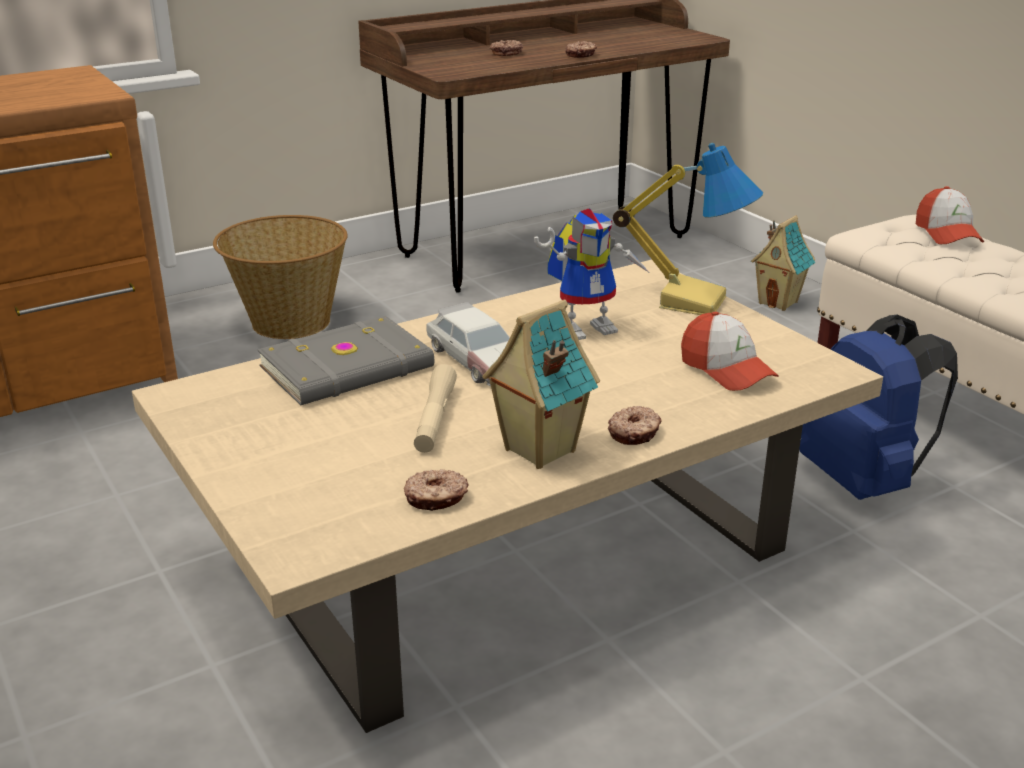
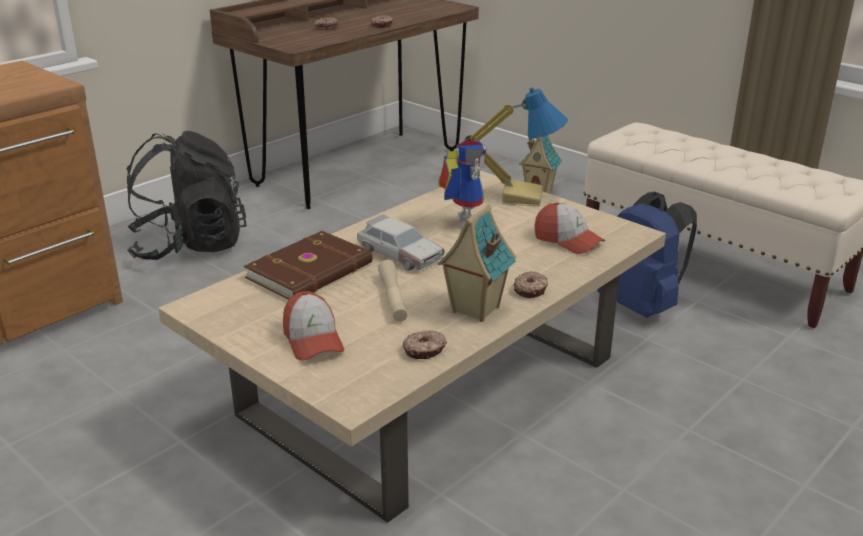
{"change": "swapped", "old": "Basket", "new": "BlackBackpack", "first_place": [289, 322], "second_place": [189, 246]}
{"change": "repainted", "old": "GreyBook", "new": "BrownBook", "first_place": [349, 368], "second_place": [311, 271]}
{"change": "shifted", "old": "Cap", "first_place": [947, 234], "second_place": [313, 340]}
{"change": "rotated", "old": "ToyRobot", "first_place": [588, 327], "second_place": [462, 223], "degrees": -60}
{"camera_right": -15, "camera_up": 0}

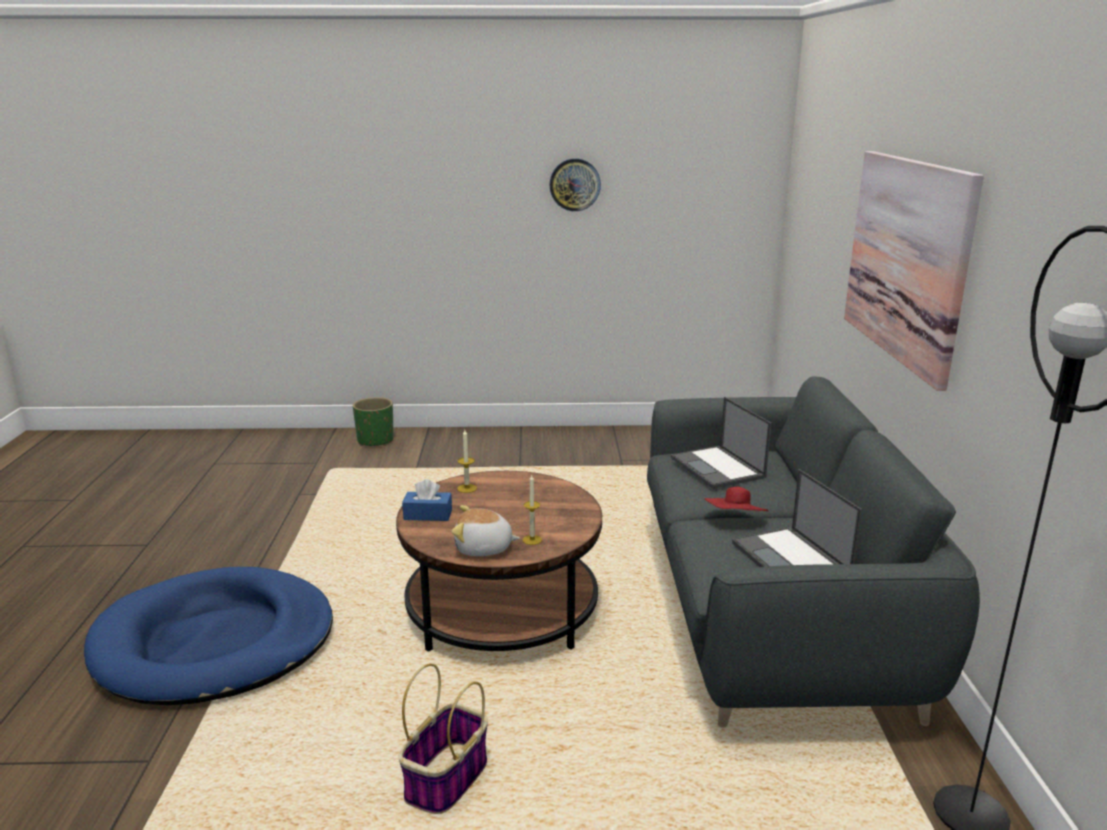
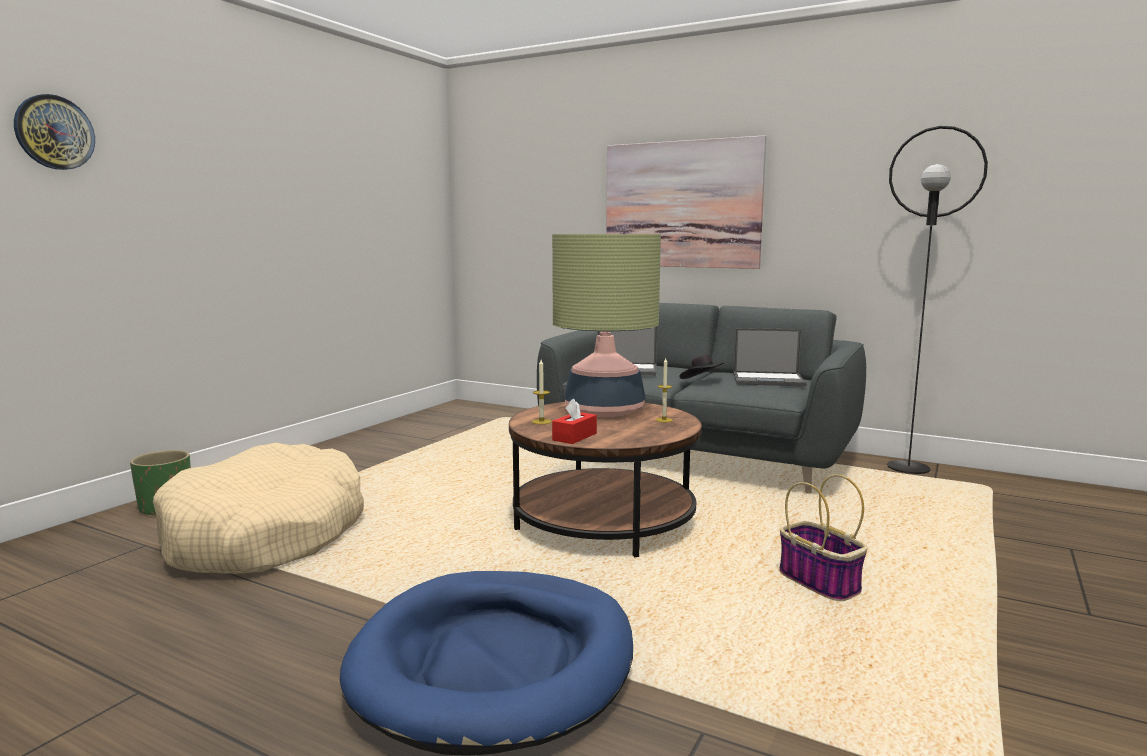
{"change": "shifted", "old": "WallClock", "first_place": [575, 184], "second_place": [54, 132]}
{"change": "new", "new": "BeigeDogBed", "second_place": [265, 534]}
{"change": "new", "new": "TableLamp", "second_place": [605, 410]}
{"change": "repainted", "old": "BlueTissueBox", "new": "RedTissueBox", "first_place": [428, 515], "second_place": [574, 437]}
{"change": "repainted", "old": "RedHat", "new": "BlackHat", "first_place": [735, 521], "second_place": [701, 382]}
{"change": "gone", "old": "PlushToy", "first_place": [483, 548]}
{"camera_right": -60, "camera_up": -10}

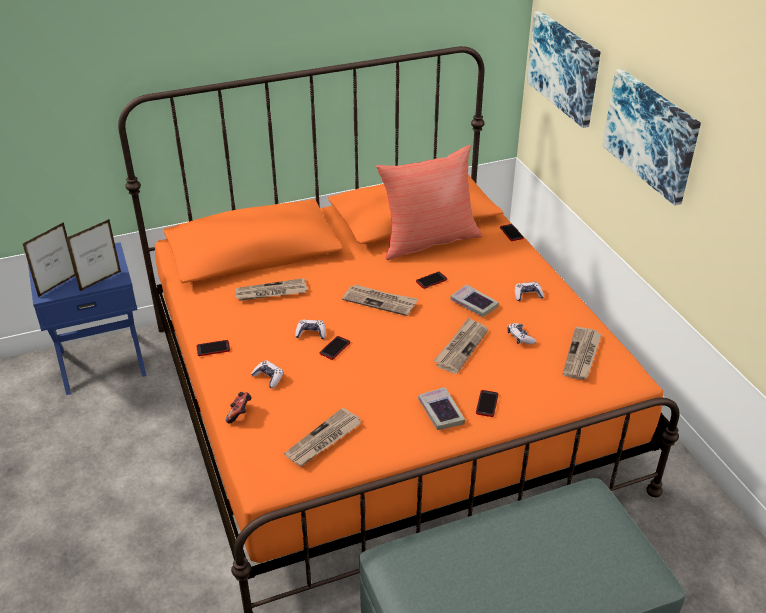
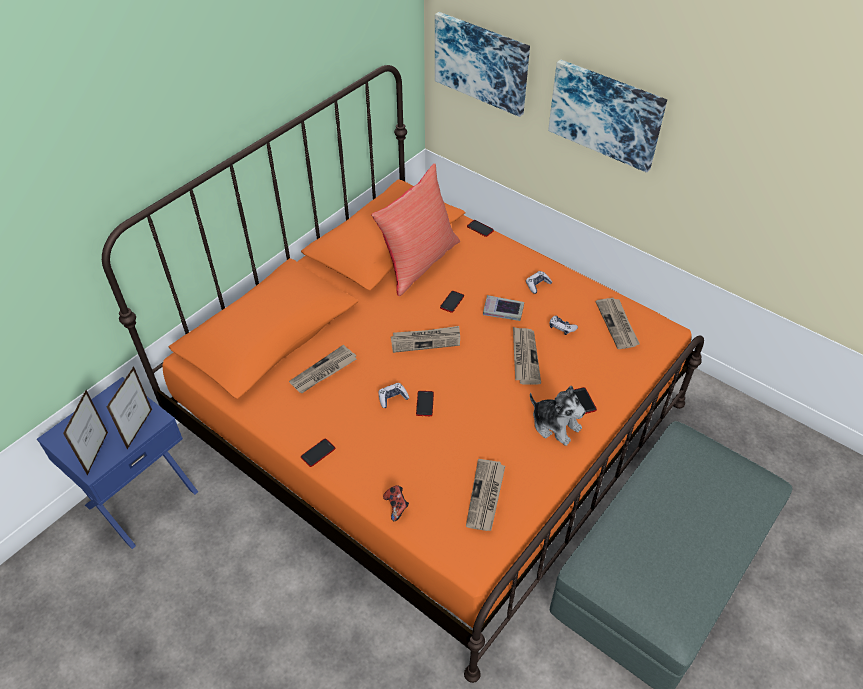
{"change": "swapped", "old": "Book", "new": "PlushToy", "first_place": [440, 412], "second_place": [555, 425]}
{"change": "gone", "old": "GameController", "first_place": [268, 377]}
{"camera_right": -30, "camera_up": 10}

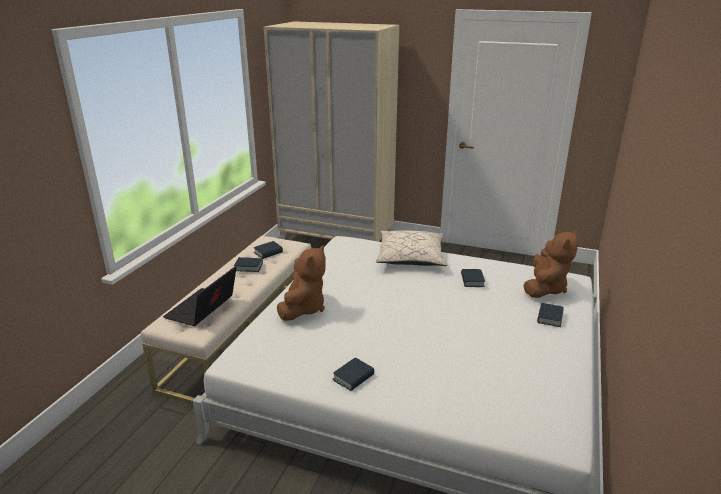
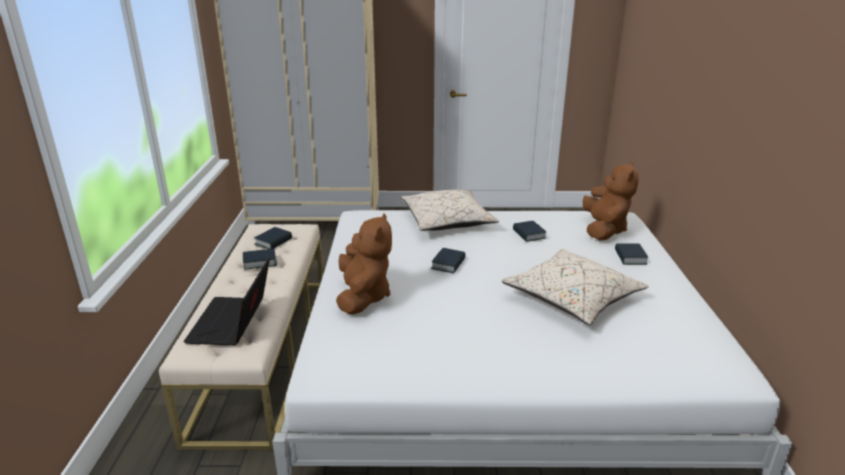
{"change": "shifted", "old": "Book", "first_place": [353, 377], "second_place": [448, 264]}
{"change": "new", "new": "BeigePillow", "second_place": [572, 298]}
{"camera_right": -20, "camera_up": 0}

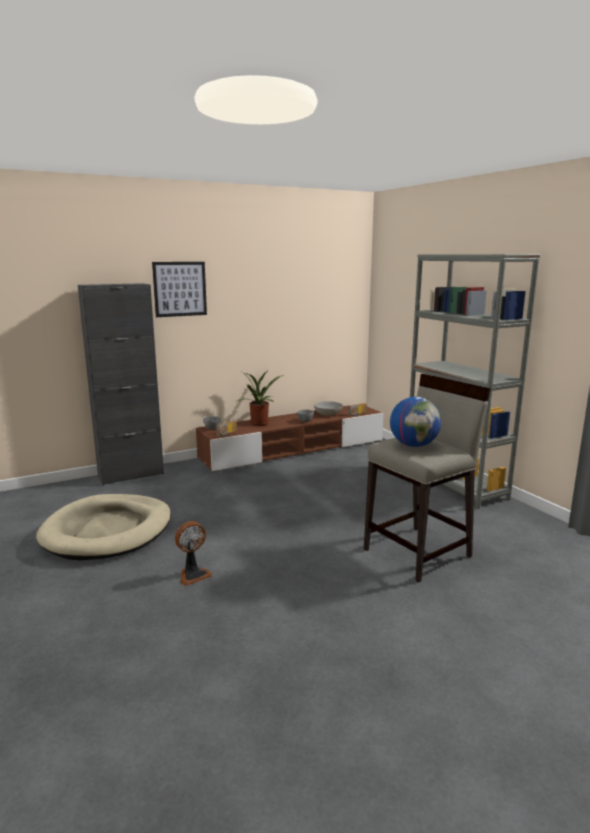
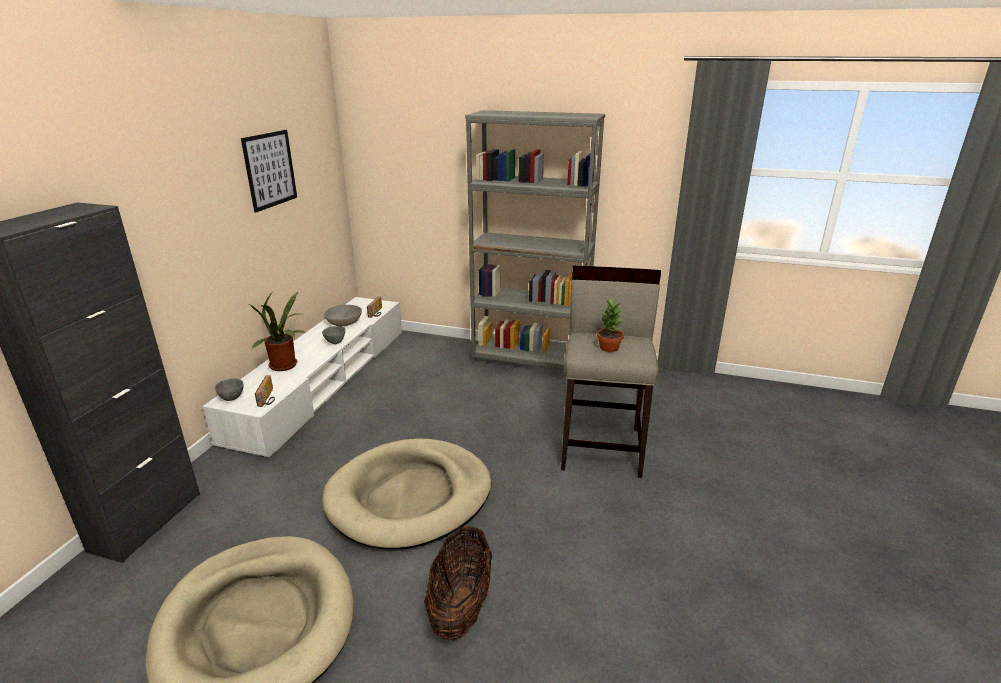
{"change": "repainted", "old": "BrownTvStand", "new": "WhiteTvStand", "first_place": [294, 449], "second_place": [323, 381]}
{"change": "shifted", "old": "Picture", "first_place": [180, 289], "second_place": [270, 170]}
{"change": "new", "new": "BeigeDogBed", "second_place": [410, 497]}
{"change": "swapped", "old": "Fan", "new": "Basket", "first_place": [193, 575], "second_place": [461, 606]}
{"change": "swapped", "old": "Globe", "new": "PottedPlant", "first_place": [413, 445], "second_place": [608, 347]}
{"camera_right": -45, "camera_up": 10}

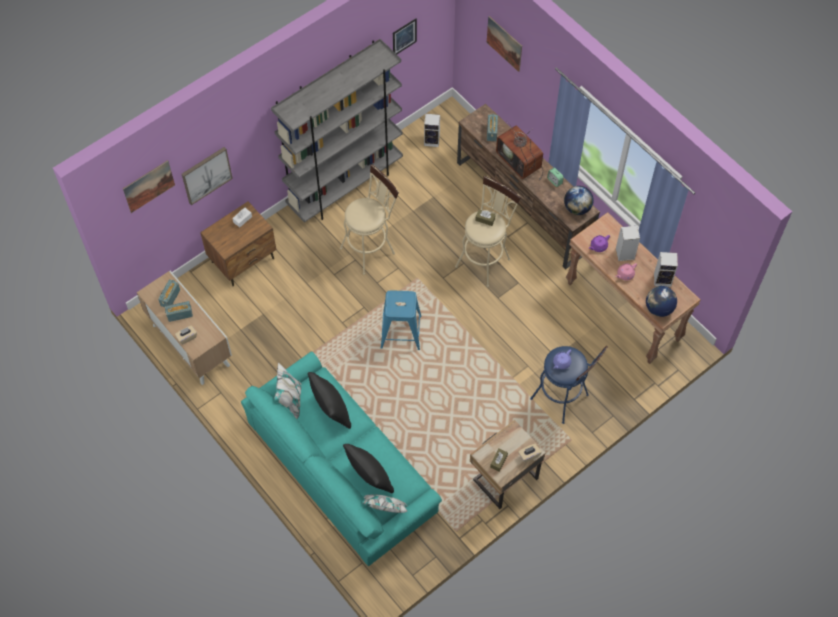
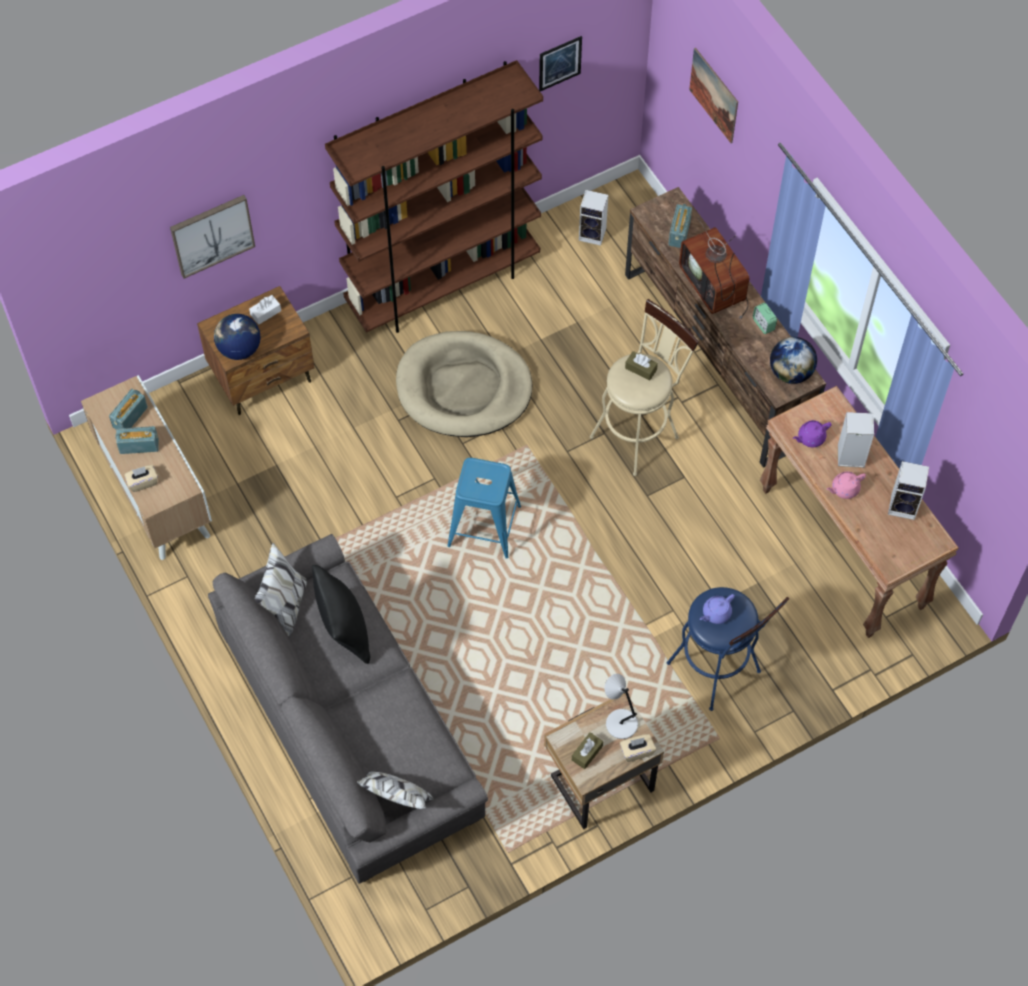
{"change": "repainted", "old": "TurquoiseSofa", "new": "GreySofa", "first_place": [341, 468], "second_place": [349, 723]}
{"change": "shifted", "old": "Globe", "first_place": [658, 308], "second_place": [239, 349]}
{"change": "repainted", "old": "GreyBookcase", "new": "BrownBookcase", "first_place": [345, 186], "second_place": [443, 285]}
{"change": "swapped", "old": "BeigeStool", "new": "BeigeDogBed", "first_place": [371, 248], "second_place": [463, 388]}
{"change": "new", "new": "GreyTableLamp", "second_place": [620, 723]}
{"change": "gone", "old": "Picture", "first_place": [149, 186]}
{"change": "gone", "old": "BlackPillow", "first_place": [369, 478]}
{"camera_right": 10, "camera_up": 0}

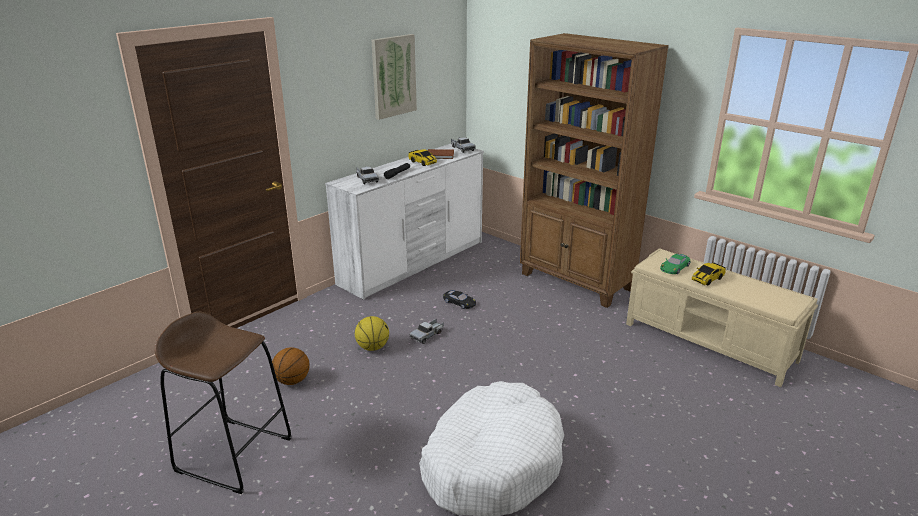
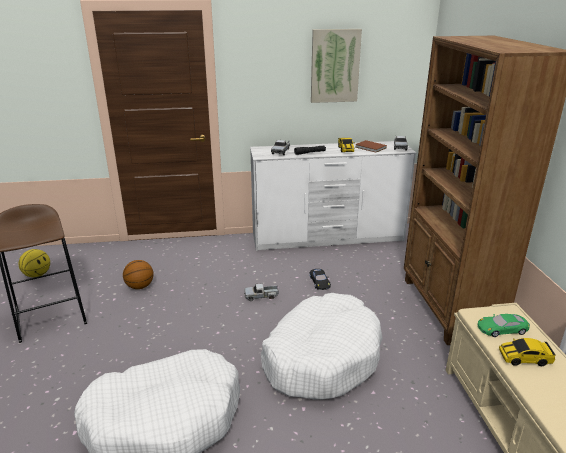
{"change": "shifted", "old": "Basketball", "first_place": [373, 347], "second_place": [38, 275]}
{"change": "new", "new": "WhiteDogBed", "second_place": [321, 357]}
{"camera_right": 40, "camera_up": 0}

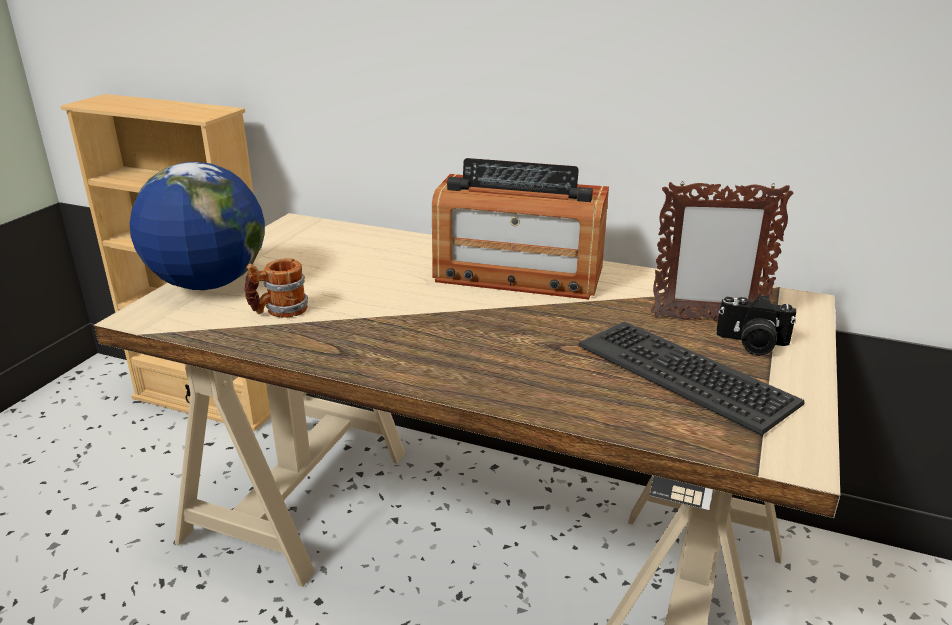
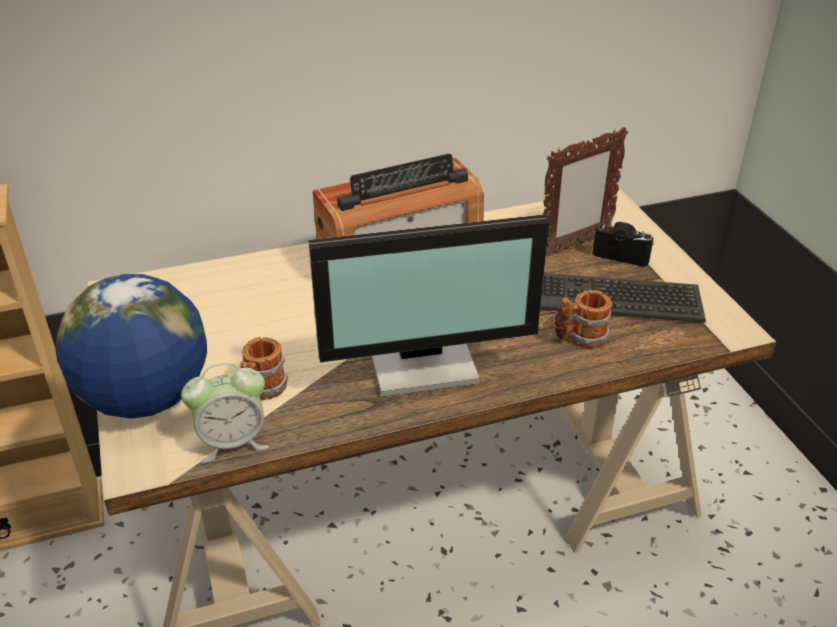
{"change": "new", "new": "AlarmClock", "second_place": [232, 442]}
{"change": "new", "new": "Monitor", "second_place": [423, 361]}
{"change": "new", "new": "Mug", "second_place": [579, 338]}
{"change": "rotated", "old": "PhotoCamera", "first_place": [752, 344], "second_place": [622, 253], "degrees": -135}
{"camera_right": -40, "camera_up": 10}

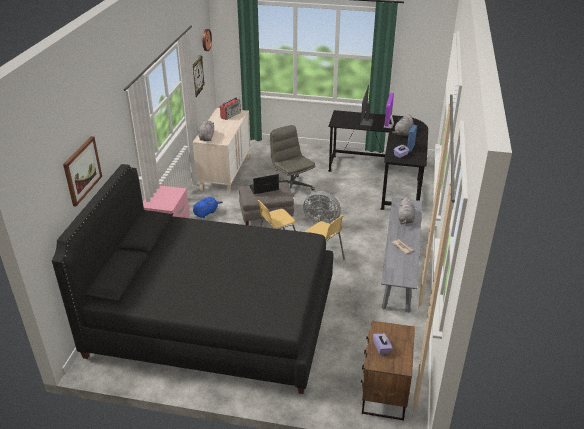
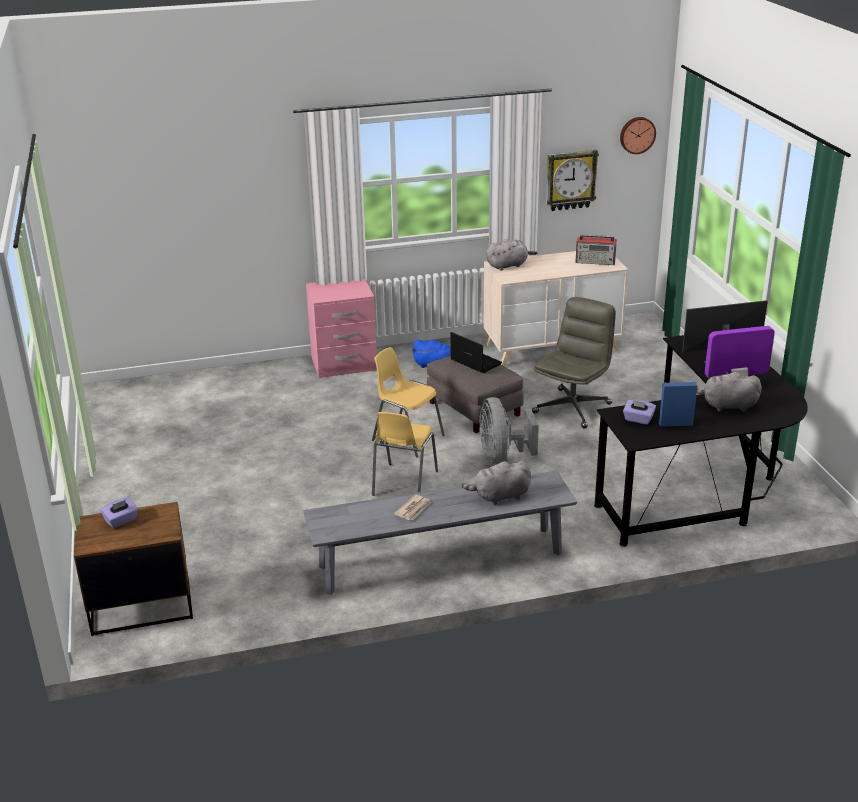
{"change": "gone", "old": "BlackBed", "first_place": [214, 318]}
{"change": "gone", "old": "Picture", "first_place": [82, 170]}
{"camera_right": 65, "camera_up": -5}

